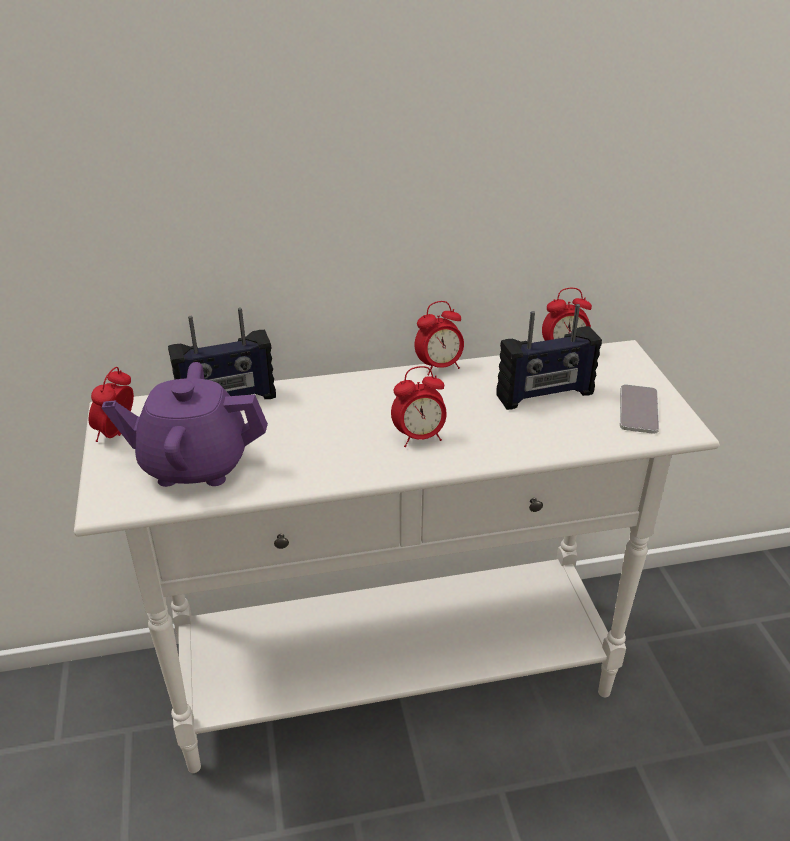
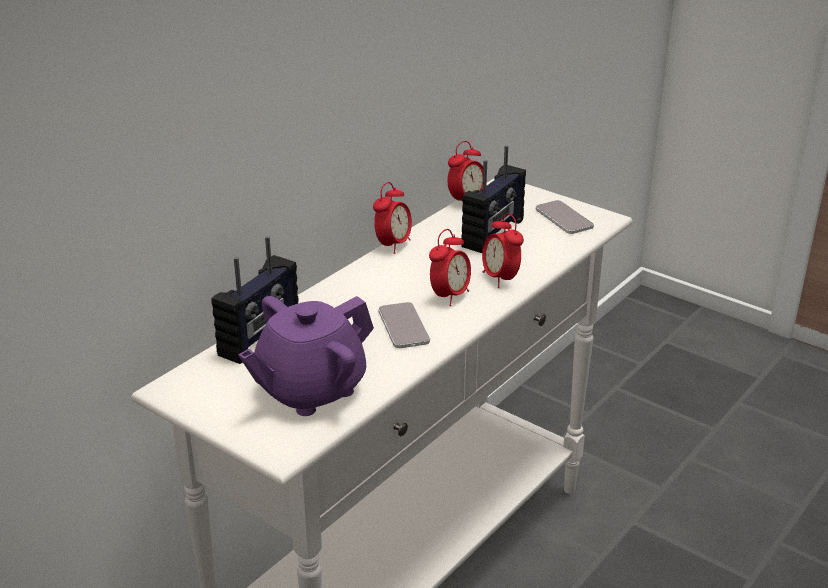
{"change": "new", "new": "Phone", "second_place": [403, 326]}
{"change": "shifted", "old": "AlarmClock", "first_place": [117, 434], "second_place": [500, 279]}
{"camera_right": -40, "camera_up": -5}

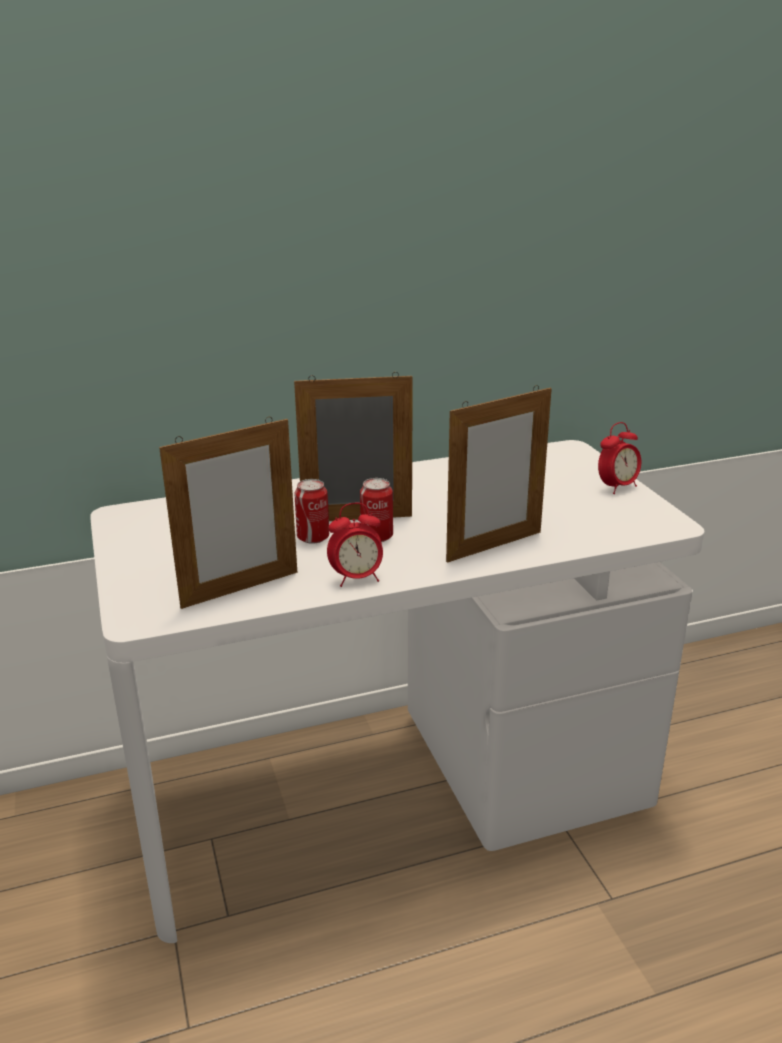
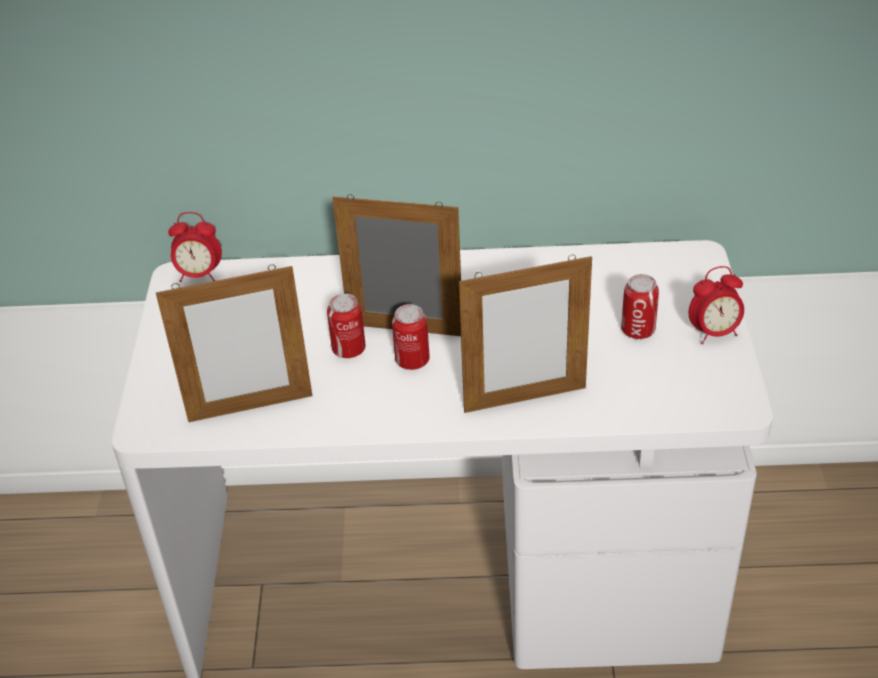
{"change": "shifted", "old": "AlarmClock", "first_place": [357, 579], "second_place": [199, 275]}
{"change": "new", "new": "Can", "second_place": [638, 330]}
{"camera_right": 20, "camera_up": 15}

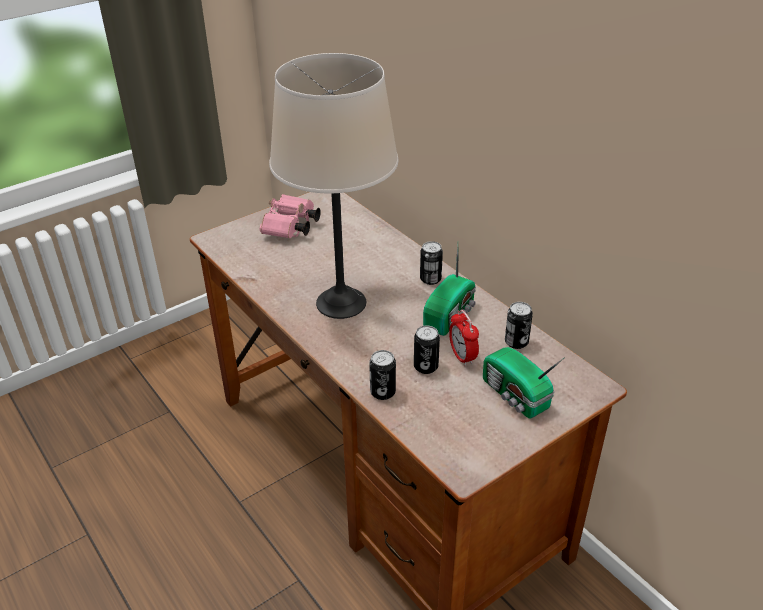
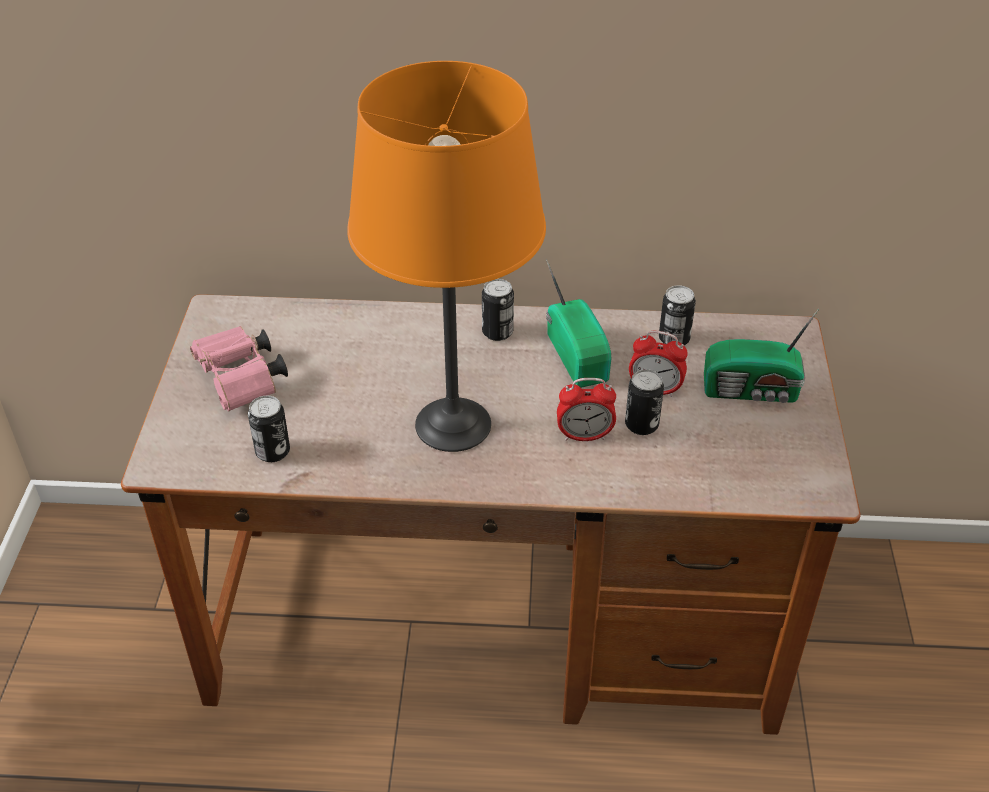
{"change": "shifted", "old": "Can", "first_place": [383, 392], "second_place": [273, 452]}
{"change": "repainted", "old": "BeigeTableLamp", "new": "OrangeTableLamp", "first_place": [341, 303], "second_place": [454, 425]}
{"change": "new", "new": "AlarmClock", "second_place": [584, 436]}
{"camera_right": -50, "camera_up": 5}

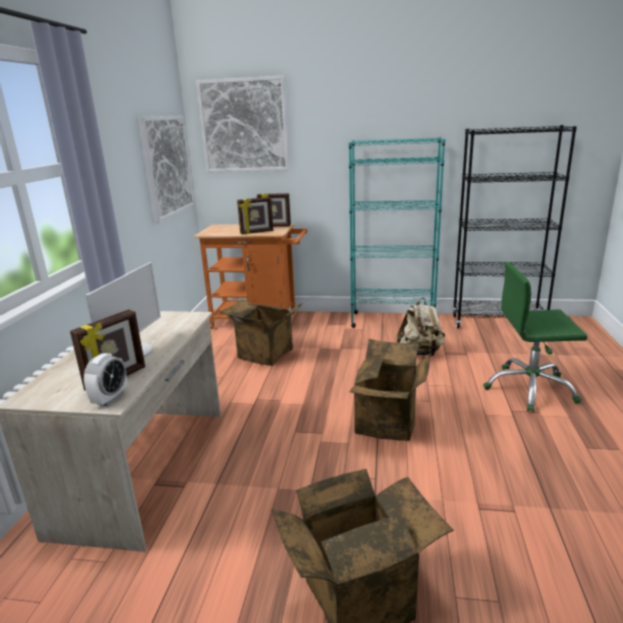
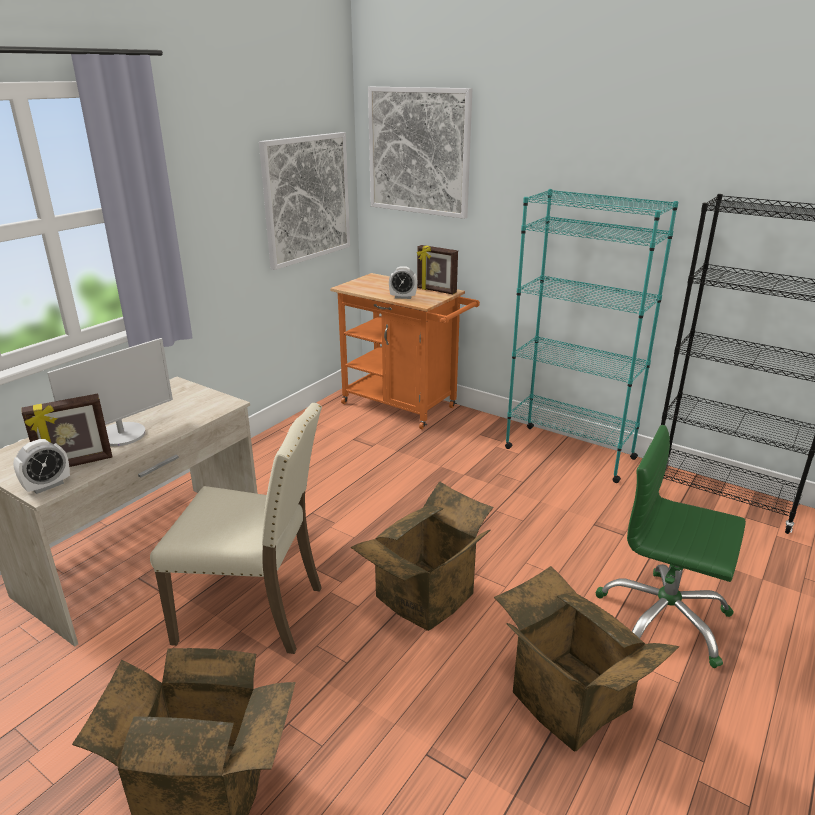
{"change": "new", "new": "BeigeChair", "second_place": [255, 612]}
{"change": "swapped", "old": "PictureFrame", "new": "AlarmClock", "first_place": [257, 232], "second_place": [403, 297]}
{"change": "shifted", "old": "CardboardBox", "first_place": [263, 354], "second_place": [566, 701]}
{"change": "gone", "old": "BeigeBackpack", "first_place": [420, 353]}
{"camera_right": 25, "camera_up": 5}

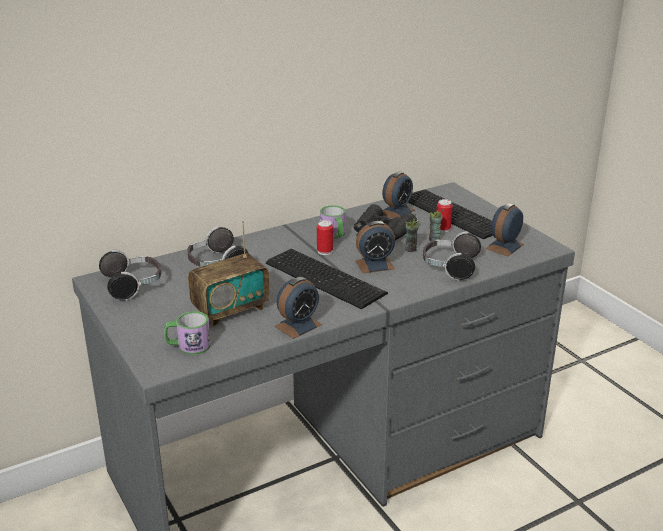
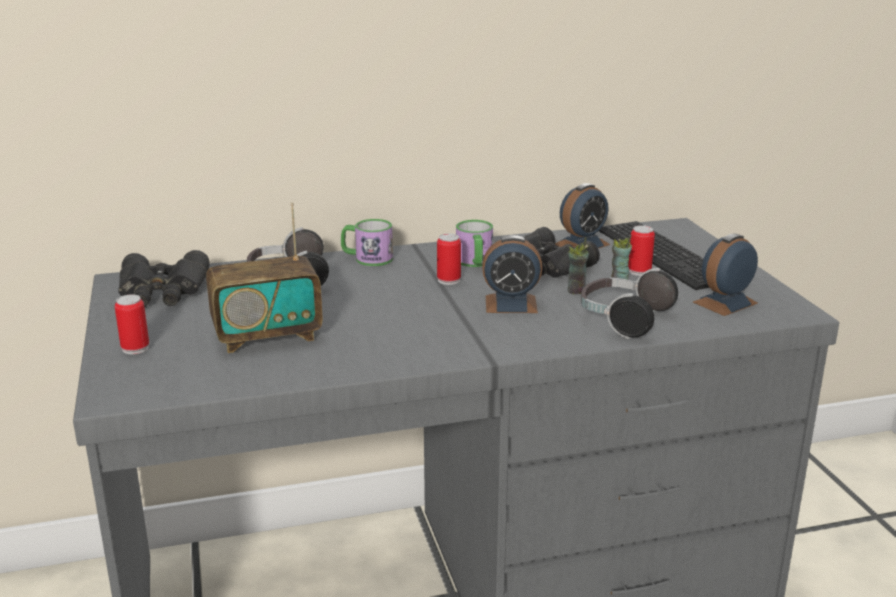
{"change": "new", "new": "Can", "second_place": [135, 348]}
{"change": "swapped", "old": "Headphones", "new": "BlackBinoculars", "first_place": [133, 285], "second_place": [162, 291]}
{"change": "shifted", "old": "Mug", "first_place": [188, 346], "second_place": [367, 258]}
{"change": "gone", "old": "Keyboard", "first_place": [325, 276]}
{"change": "gone", "old": "AlarmClock", "first_place": [298, 325]}
{"camera_right": 15, "camera_up": -5}

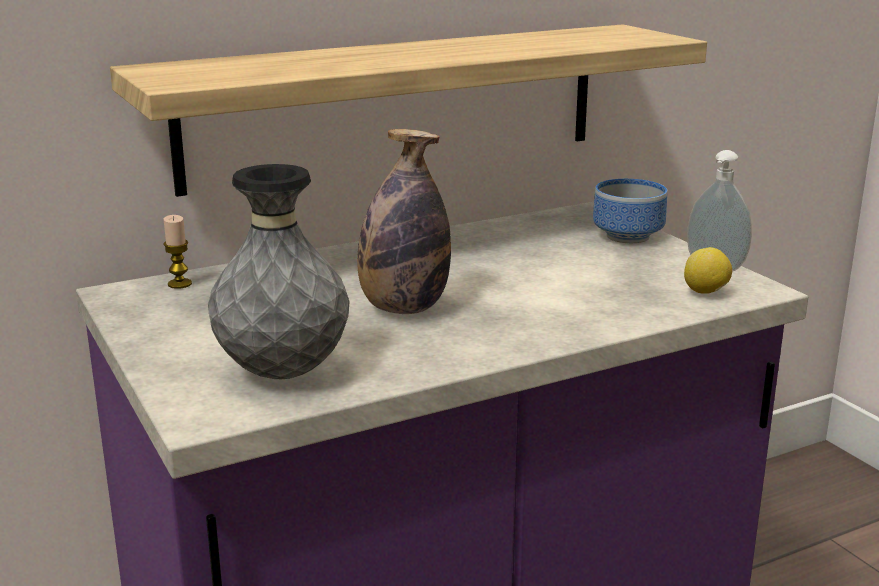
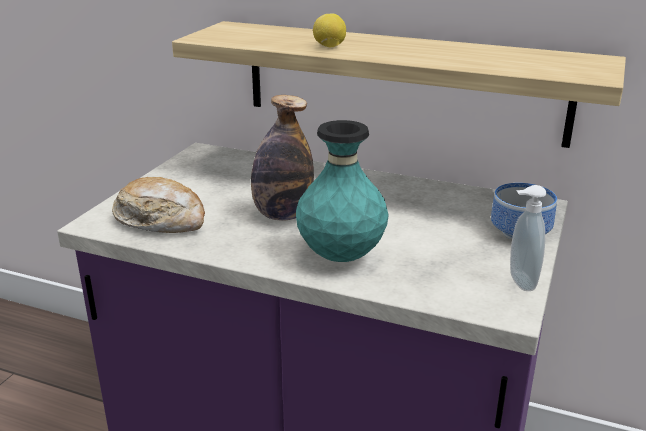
{"change": "swapped", "old": "GreyVase", "new": "Bread", "first_place": [283, 373], "second_place": [161, 220]}
{"change": "new", "new": "TurquoiseVase", "second_place": [341, 257]}
{"change": "shifted", "old": "Lemon", "first_place": [706, 293], "second_place": [329, 47]}
{"change": "gone", "old": "Candle", "first_place": [179, 284]}
{"camera_right": 50, "camera_up": 5}

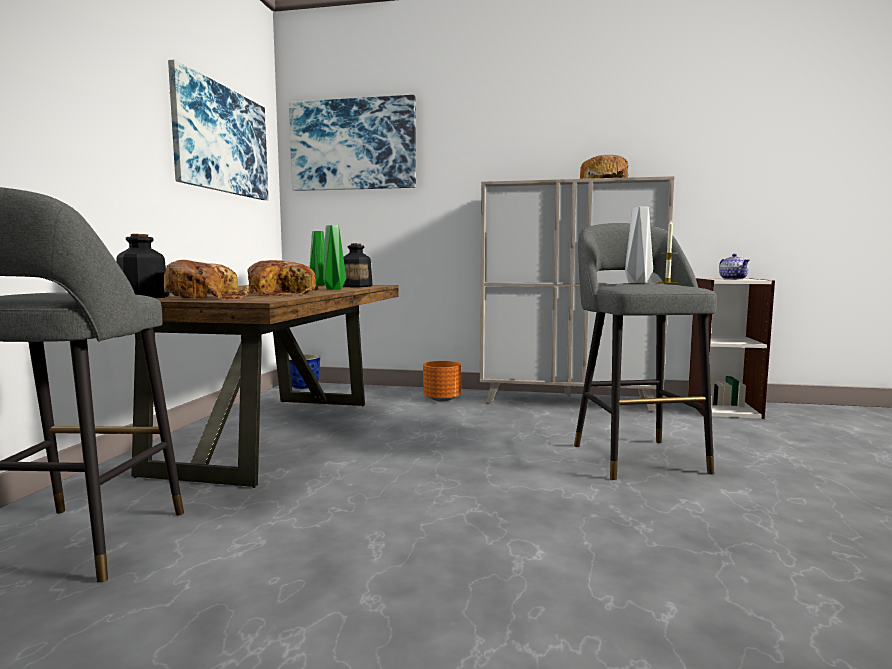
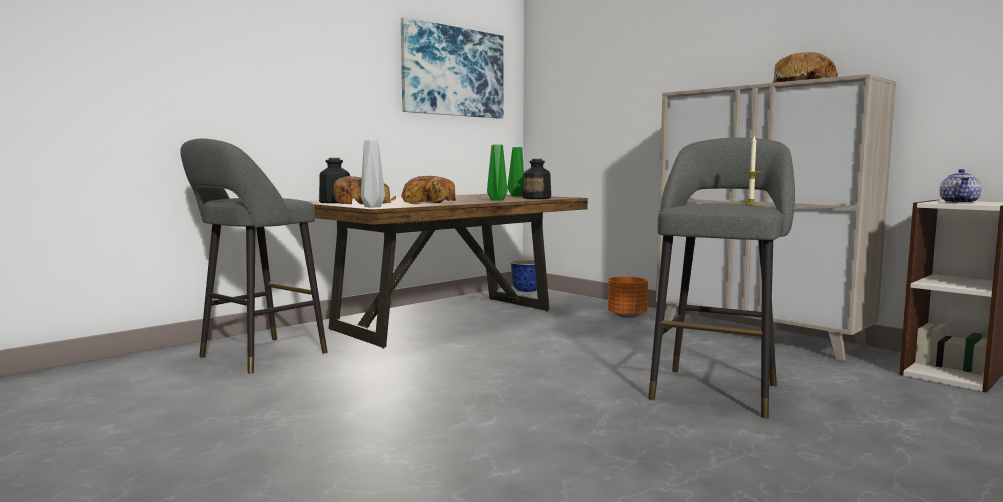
{"change": "shifted", "old": "GreyVase", "first_place": [638, 282], "second_place": [372, 207]}
{"change": "gone", "old": "Picture", "first_place": [353, 145]}
{"camera_right": 35, "camera_up": 0}

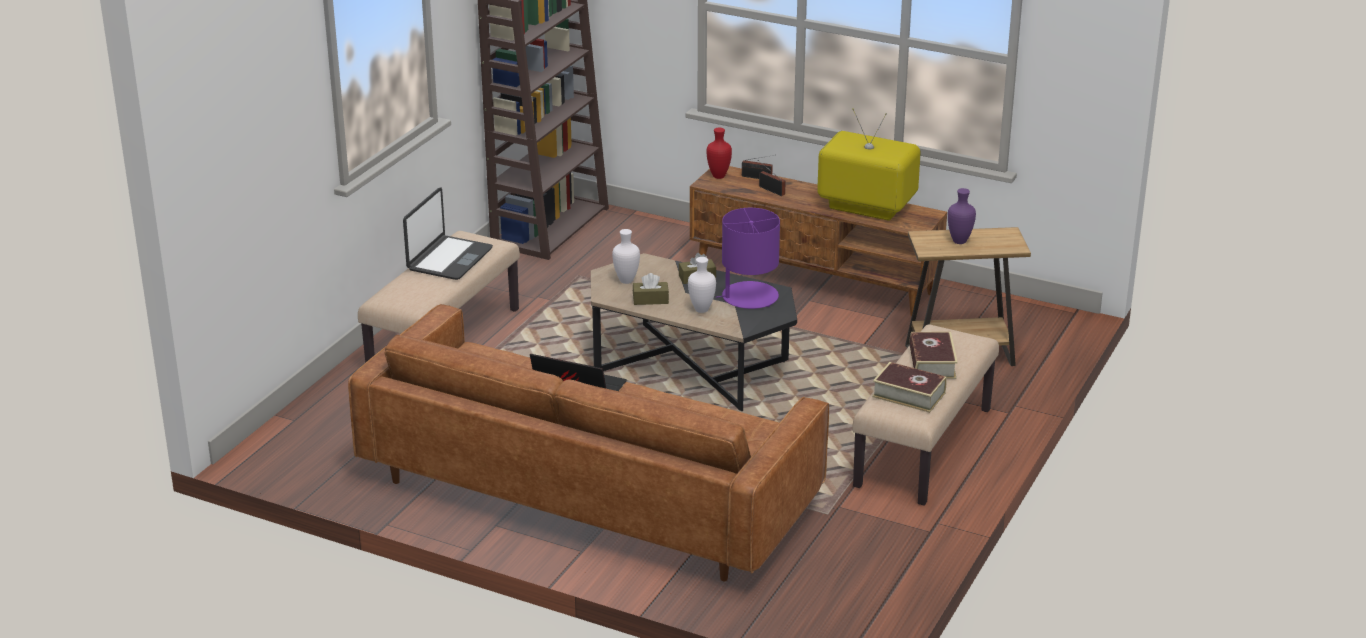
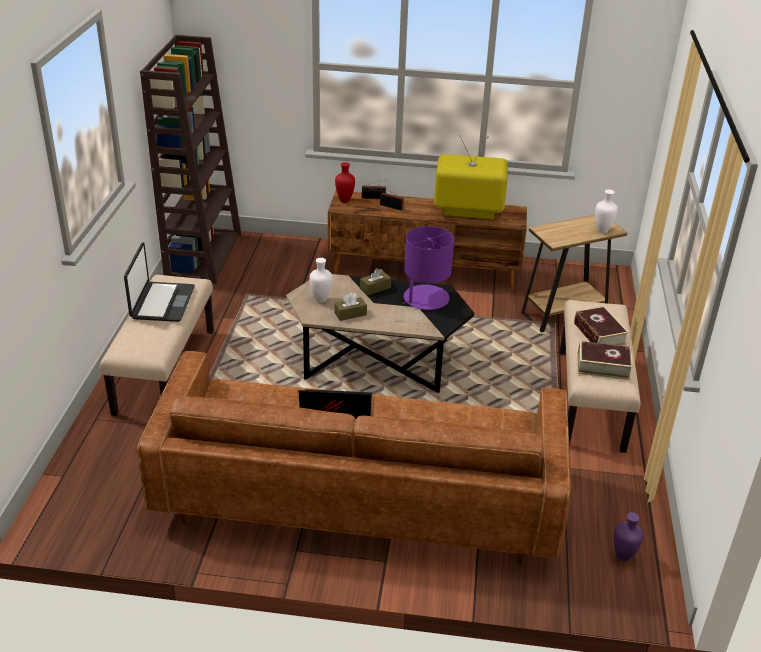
{"change": "shifted", "old": "WhiteVase", "first_place": [702, 310], "second_place": [603, 231]}
{"change": "shifted", "old": "PurpleVase", "first_place": [960, 241], "second_place": [624, 556]}
{"camera_right": -20, "camera_up": 5}

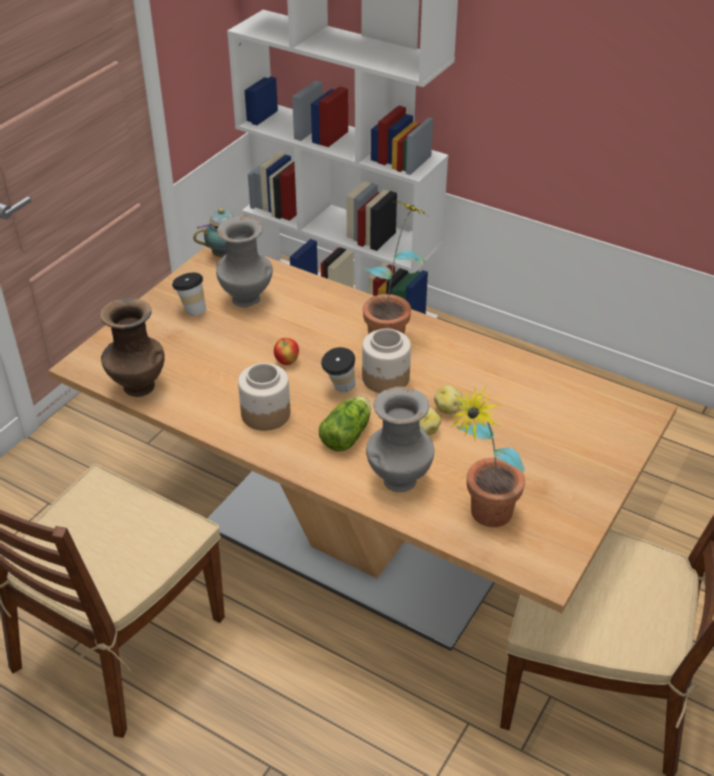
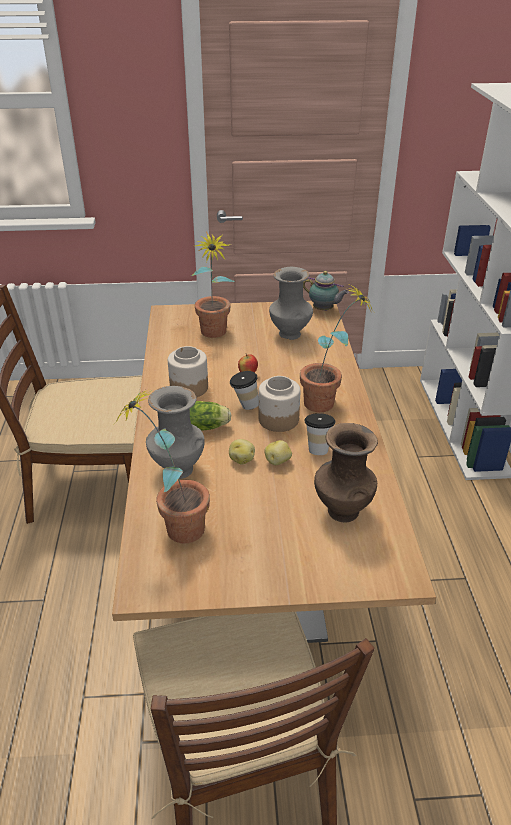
{"change": "new", "new": "PottedPlant", "second_place": [214, 335]}
{"change": "shifted", "old": "Cup", "first_place": [192, 310], "second_place": [318, 448]}
{"change": "shifted", "old": "BrownVase", "first_place": [137, 387], "second_place": [342, 510]}
{"camera_right": 55, "camera_up": -5}

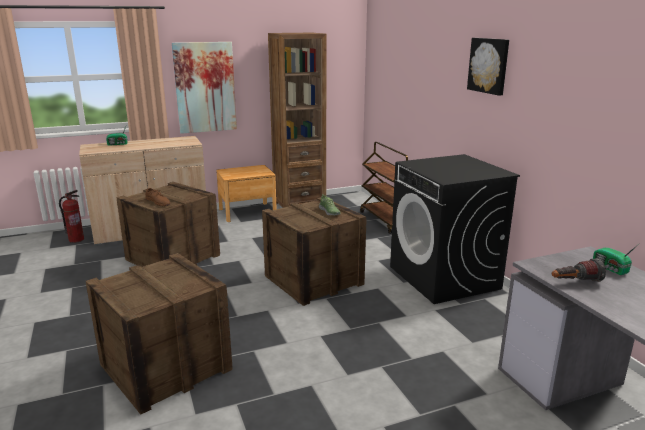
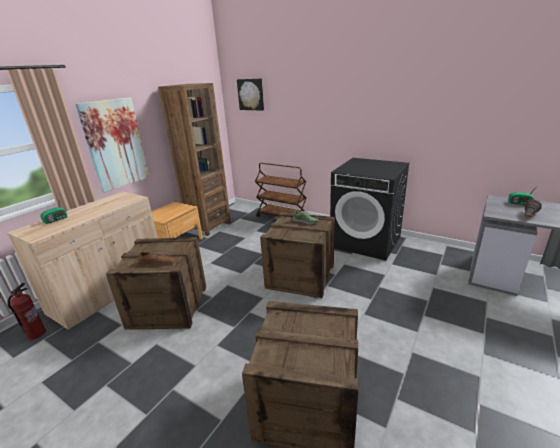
{"change": "shifted", "old": "Picture", "first_place": [489, 65], "second_place": [251, 94]}
{"camera_right": -35, "camera_up": 5}

